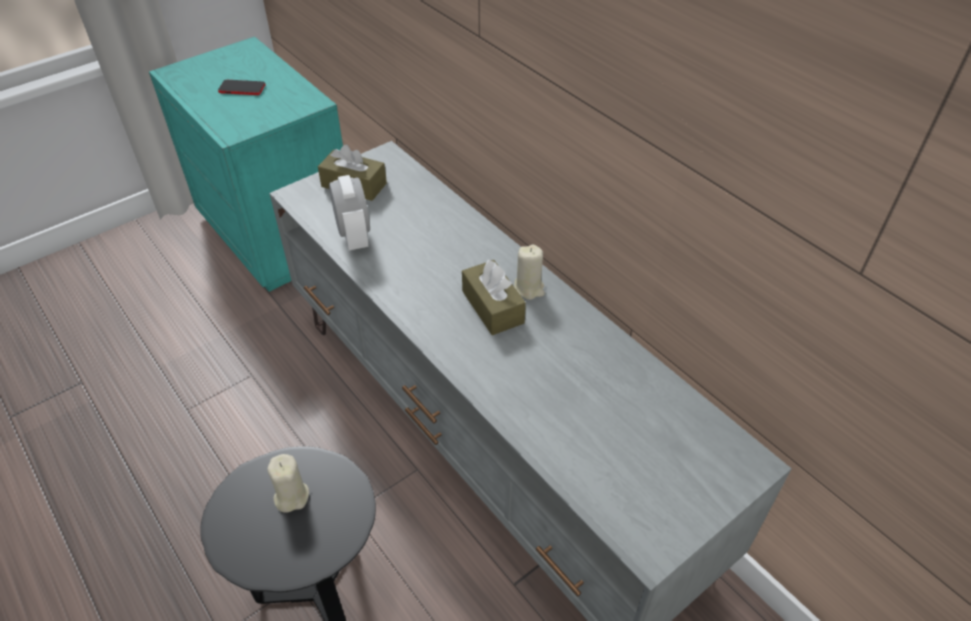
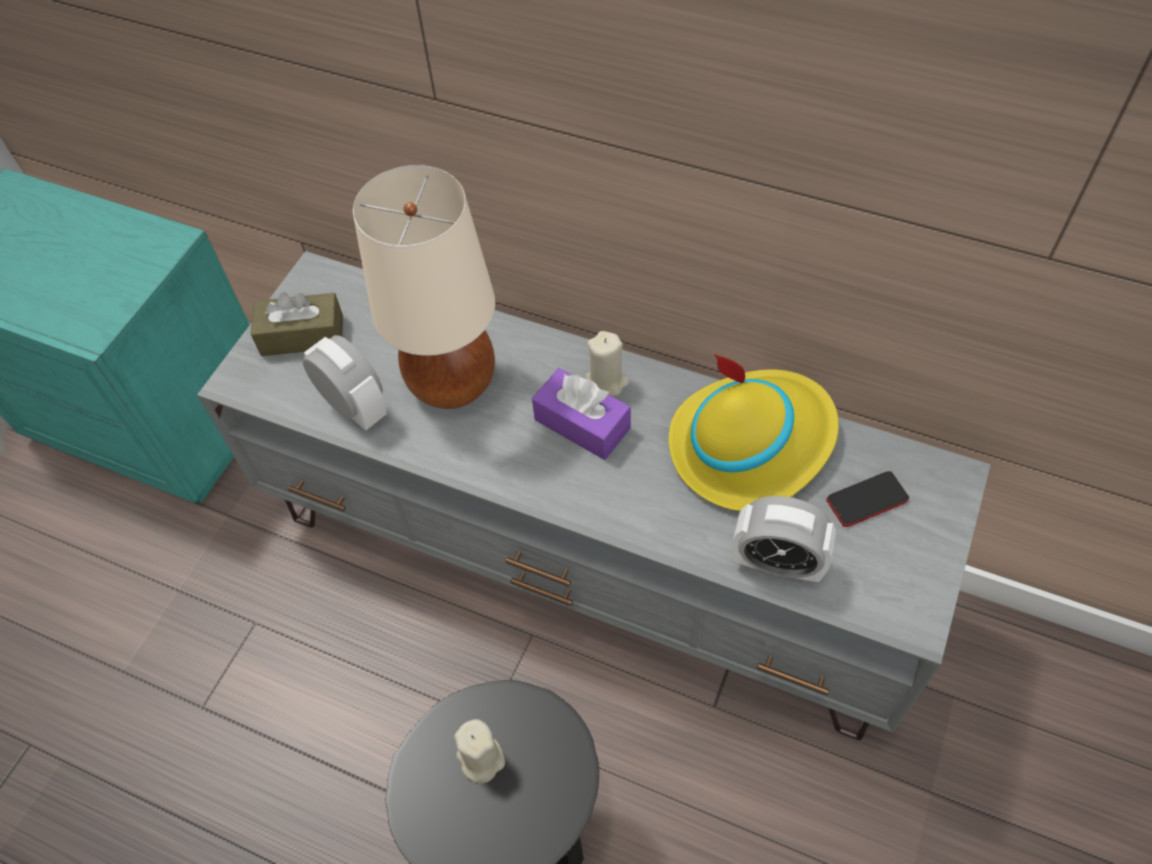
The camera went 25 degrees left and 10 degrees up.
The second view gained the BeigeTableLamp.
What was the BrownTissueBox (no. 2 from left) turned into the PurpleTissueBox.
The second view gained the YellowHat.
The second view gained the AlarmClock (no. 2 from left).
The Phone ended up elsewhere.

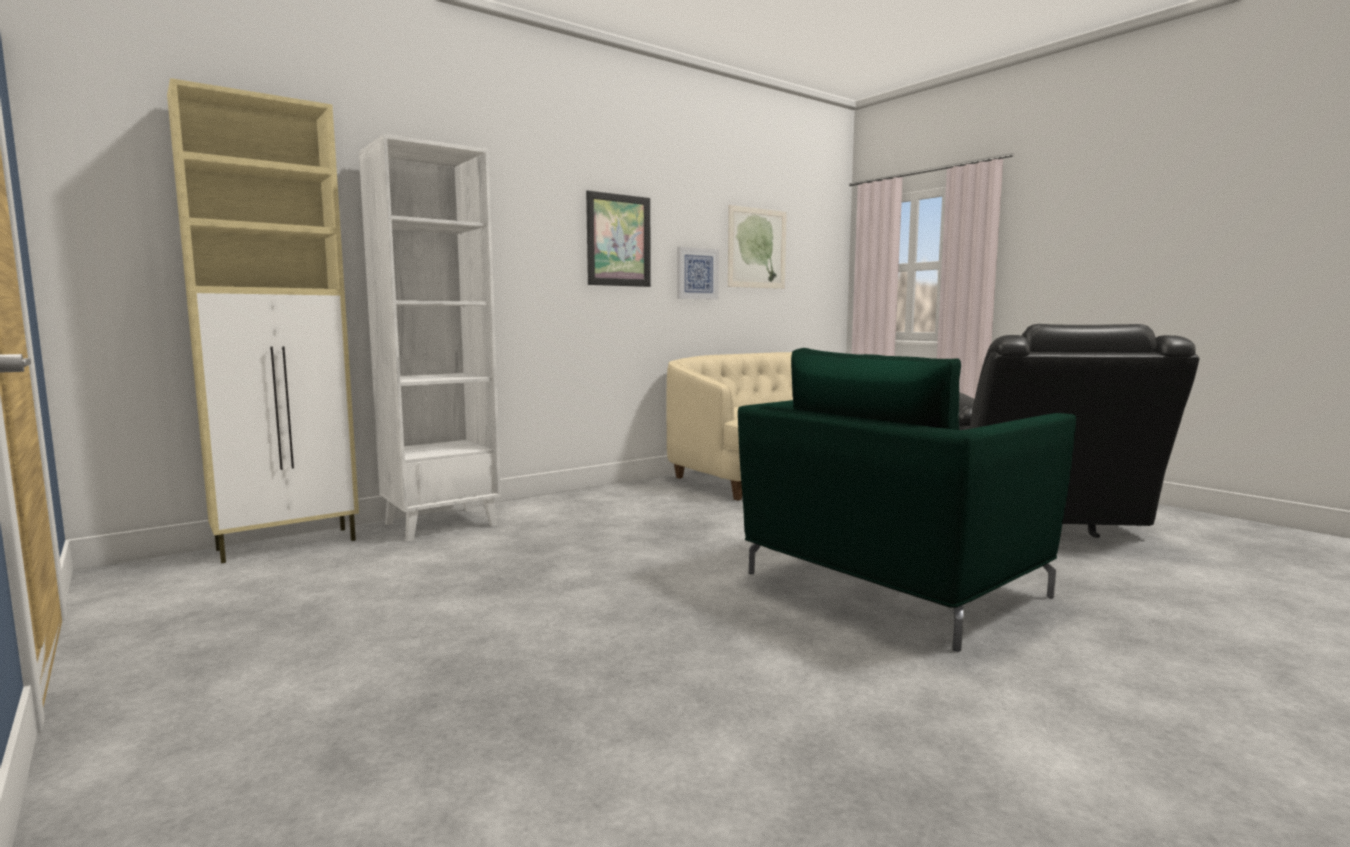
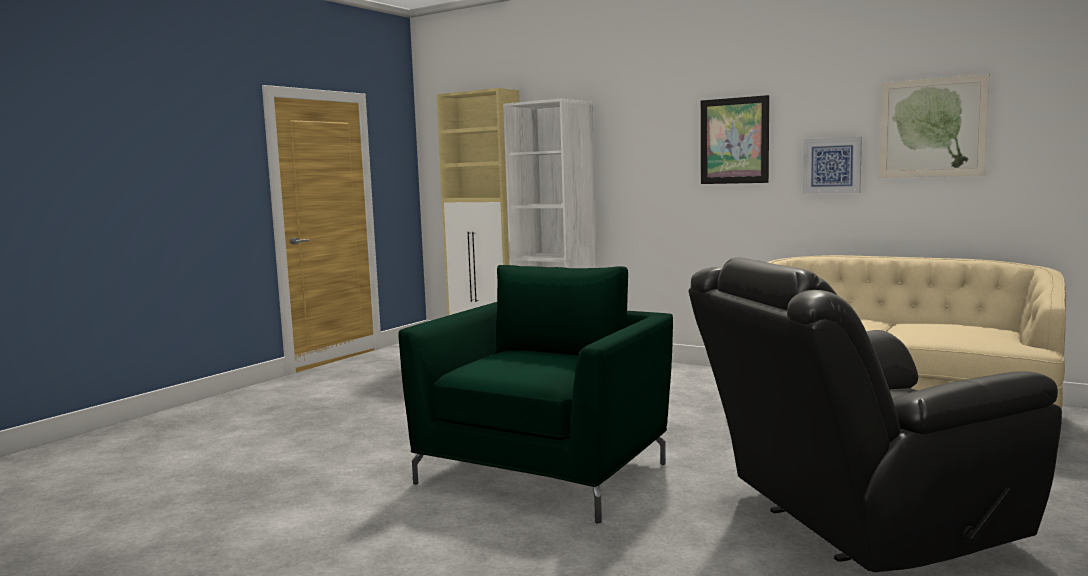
The camera went 70 degrees right and 0 degrees up.
The GreenArmchair ended up facing another way, 90 degrees clockwise from before.

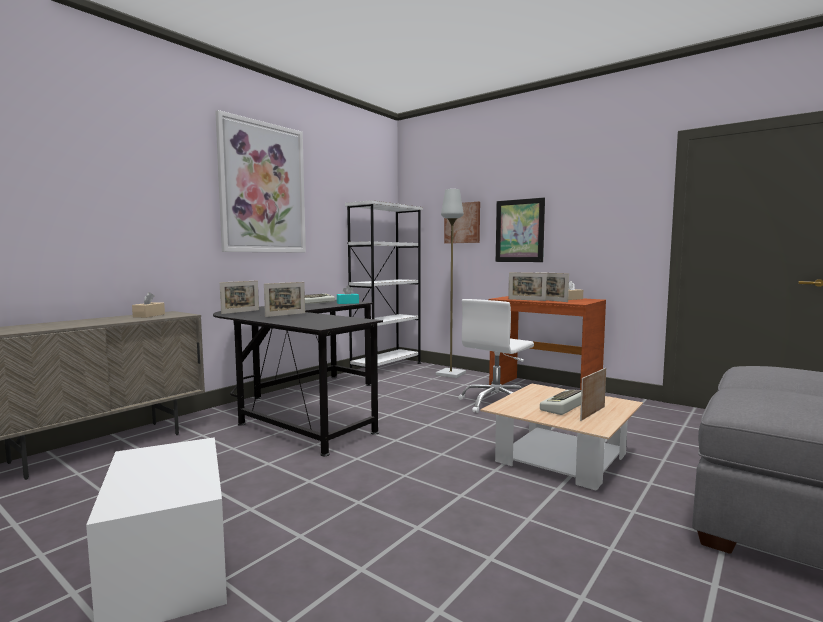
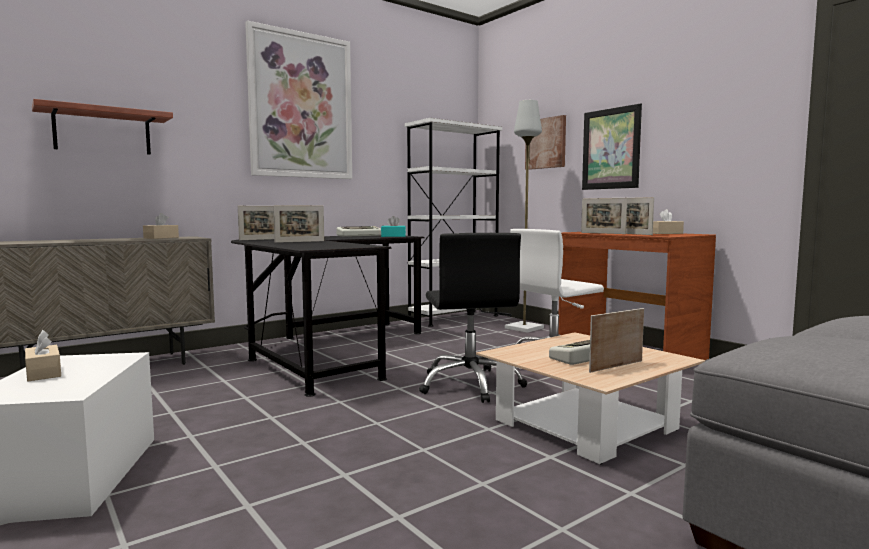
The camera went 15 degrees right and 0 degrees up.
The second view gained the BeigeTissueBox (no. 1 from left).
The second view gained the Shelf.
The second view gained the BlackOfficeChair.

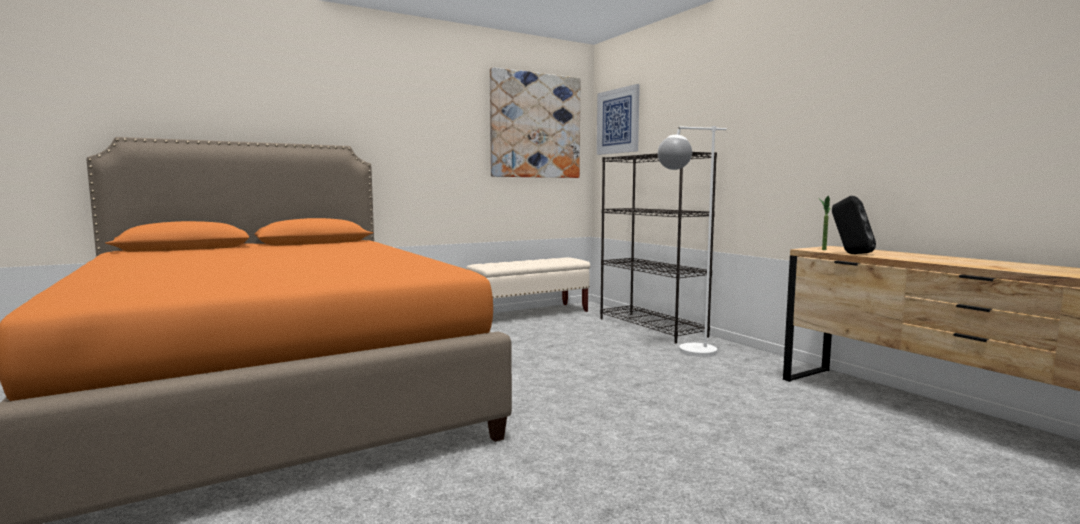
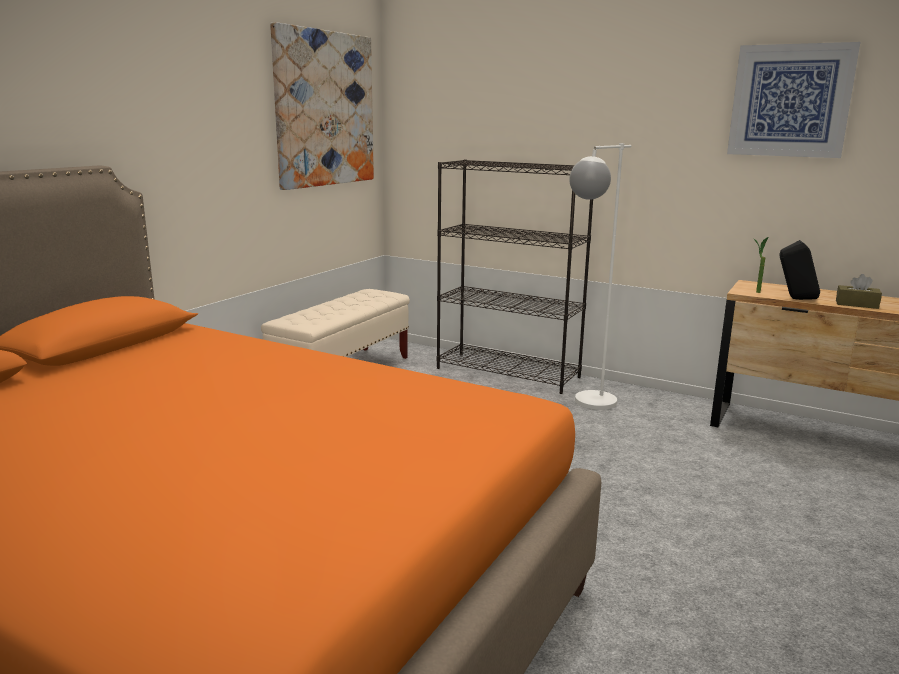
The camera went 30 degrees left and 10 degrees up.
The Picture (no. 2 from left) ended up elsewhere.
The second view gained the BrownTissueBox.

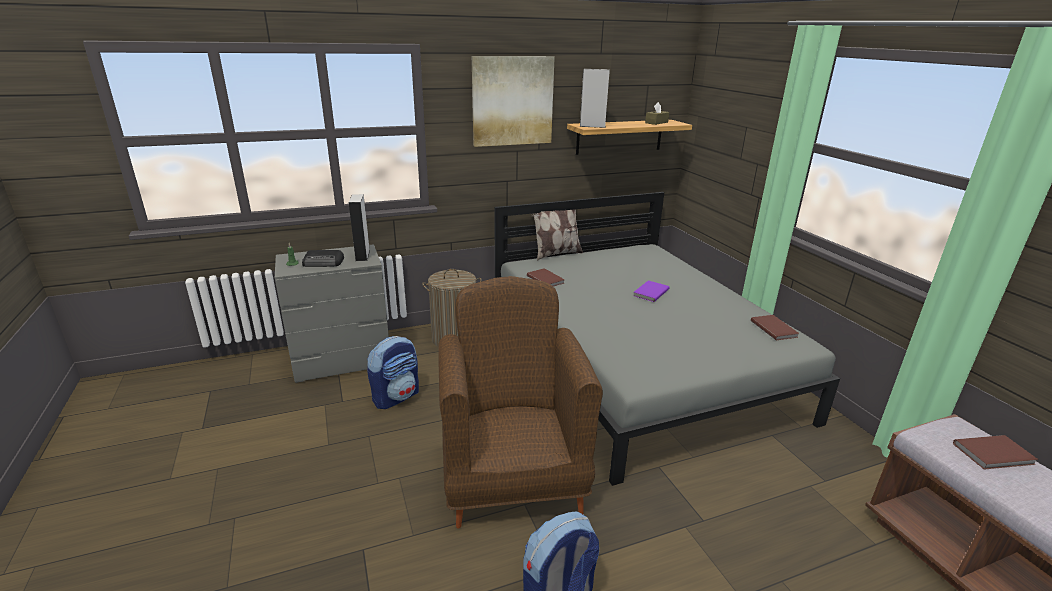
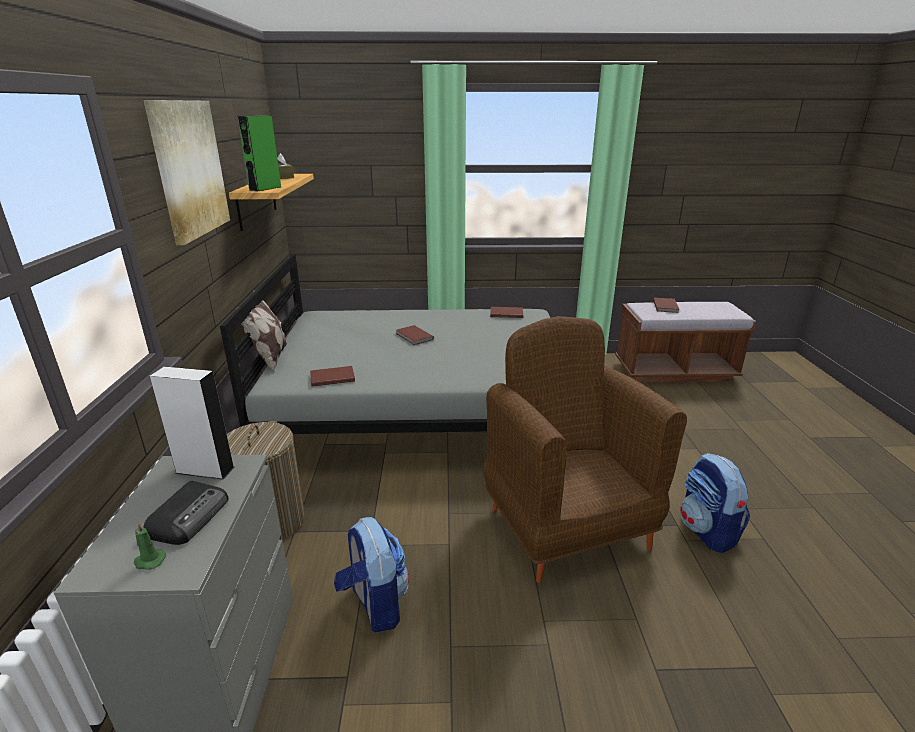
The camera went 70 degrees left and 0 degrees up.
What was the GreySpeaker (no. 2 from left) turned into the GreenSpeaker.
What was the PurpleBook turned into the BrownBook (no. 2 from left).
The BrownArmchair ended up facing another way, 60 degrees clockwise from before.

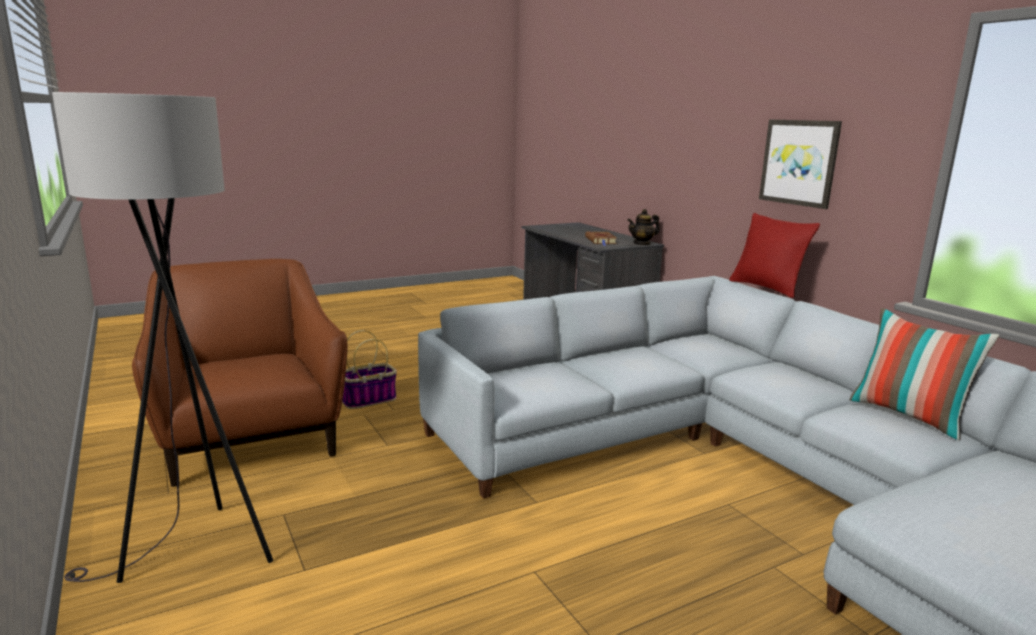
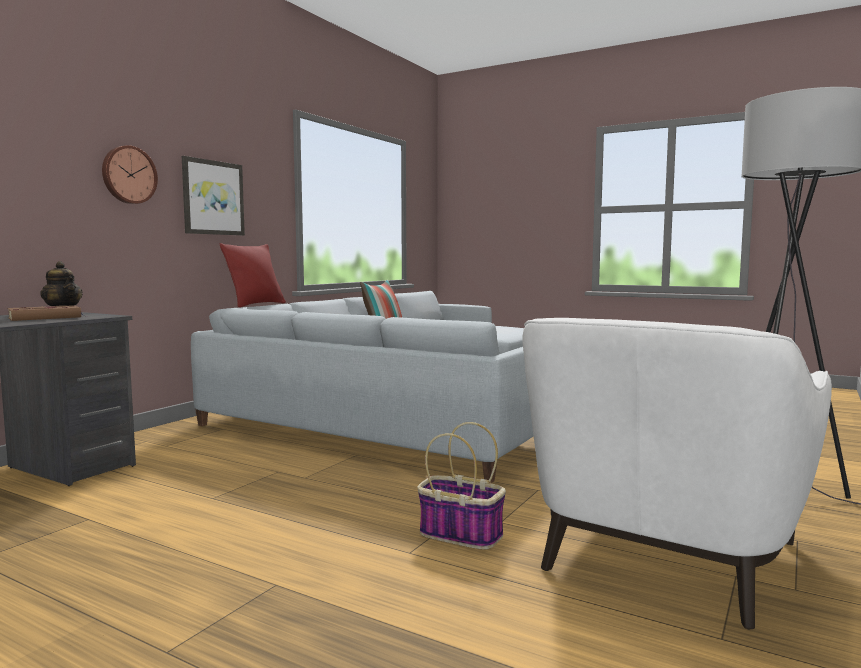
The camera went 120 degrees left and 10 degrees down.
The second view gained the WallClock.
What was the BrownArmchair turned into the WhiteArmchair.

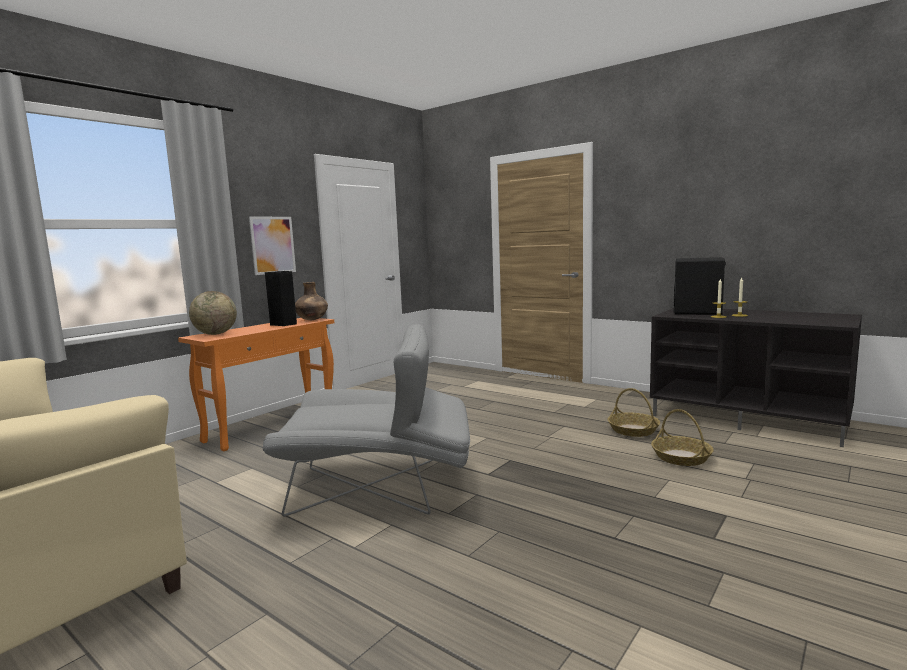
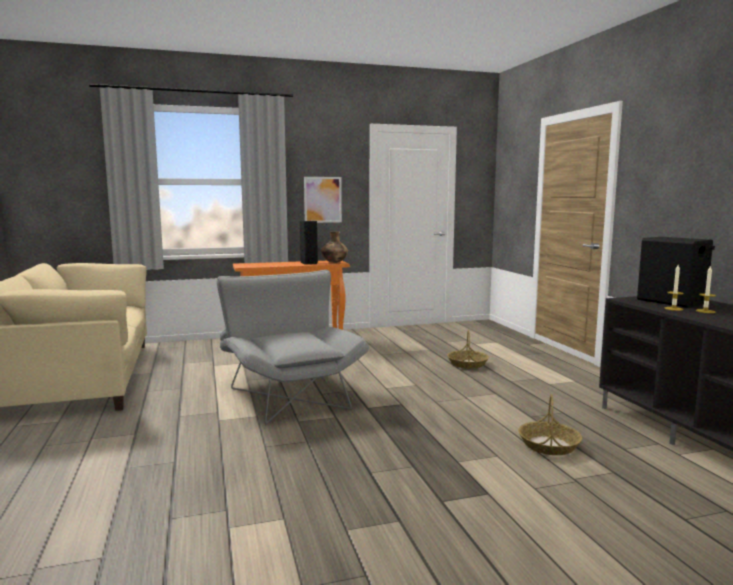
The camera went 35 degrees right and 0 degrees up.
The GreyArmchair ended up facing another way, 150 degrees counterclockwise from before.
The Basket (no. 1 from left) ended up elsewhere.
The second view lost the Globe.

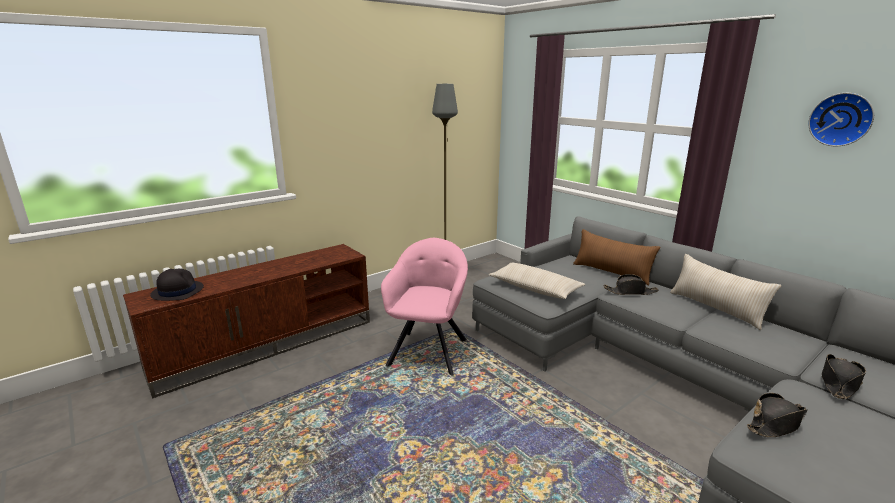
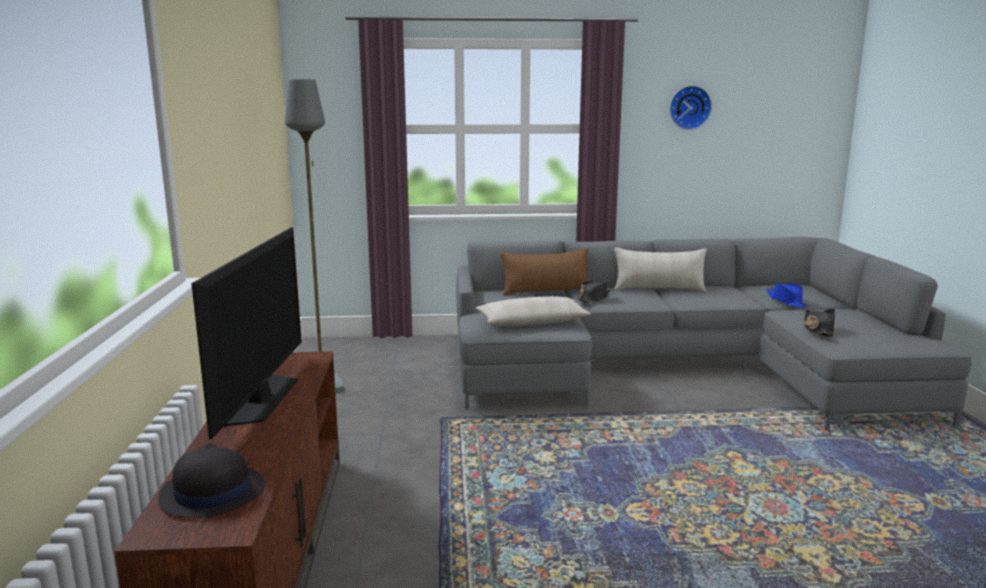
The camera went 55 degrees left and 5 degrees down.
The second view gained the Television.
What was the BlackHat (no. 4 from left) turned into the BlueHat.
The second view lost the PinkArmchair.

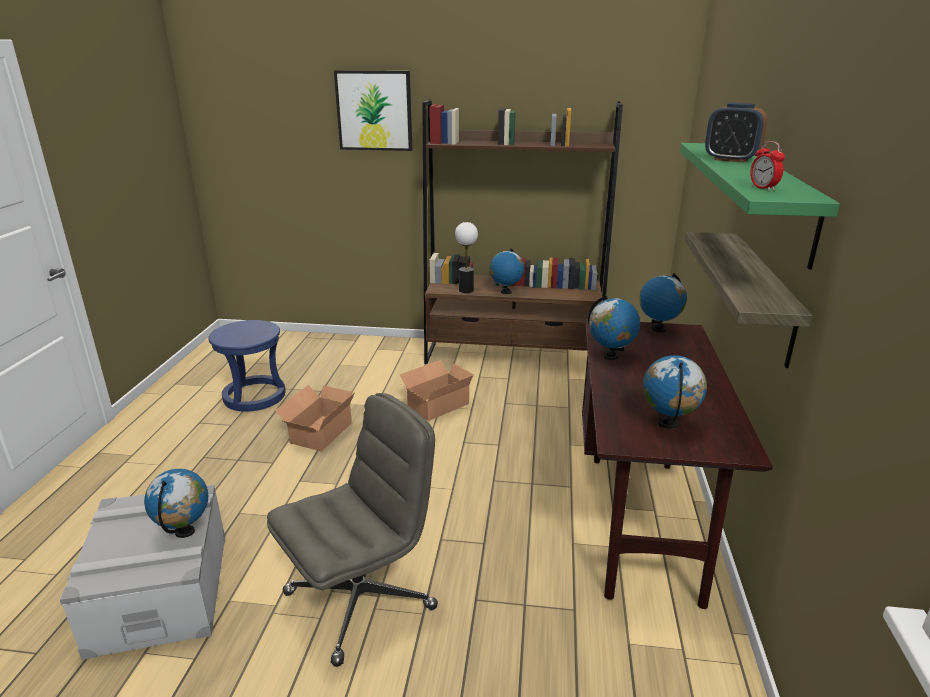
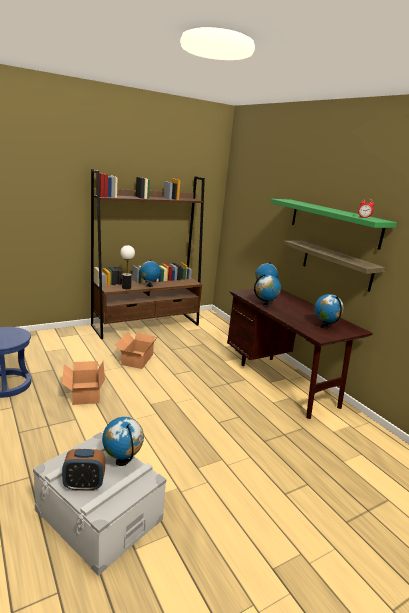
The camera went 40 degrees left and 5 degrees down.
The AlarmClock (no. 1 from left) ended up elsewhere.
The second view lost the GreyOfficeChair.
The second view lost the Picture.

